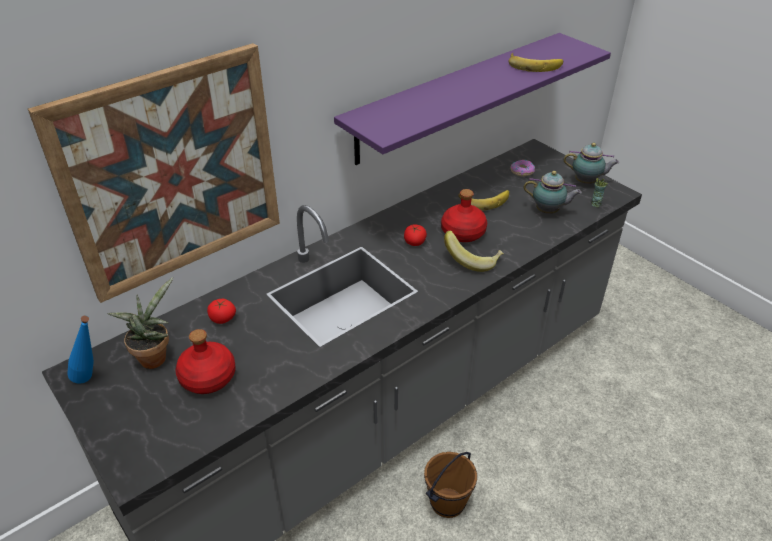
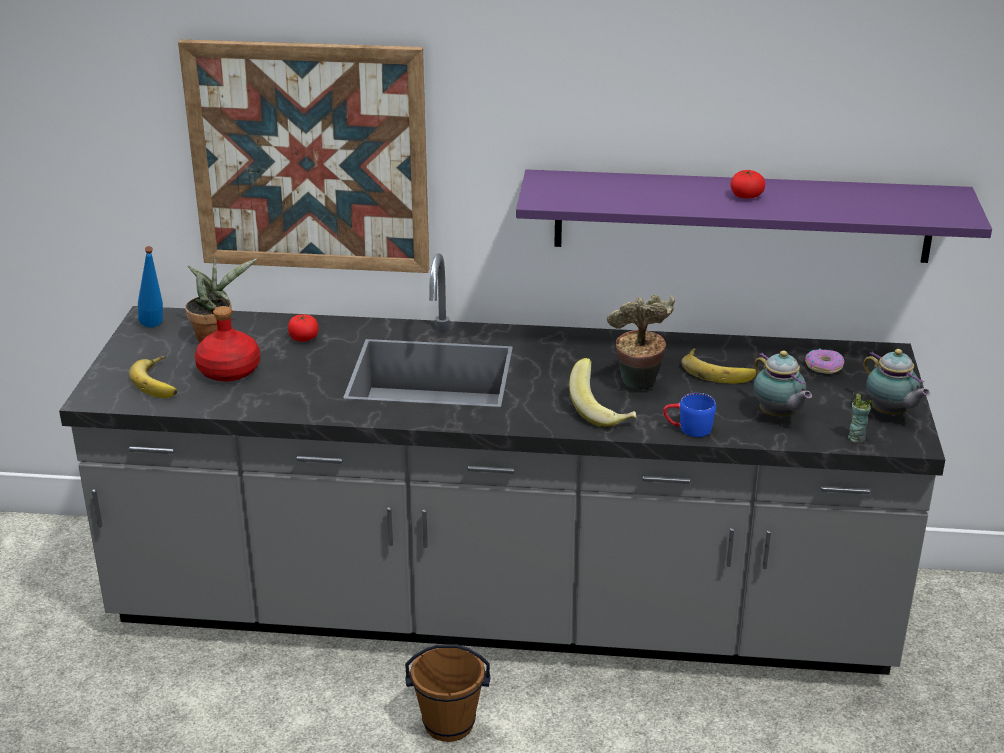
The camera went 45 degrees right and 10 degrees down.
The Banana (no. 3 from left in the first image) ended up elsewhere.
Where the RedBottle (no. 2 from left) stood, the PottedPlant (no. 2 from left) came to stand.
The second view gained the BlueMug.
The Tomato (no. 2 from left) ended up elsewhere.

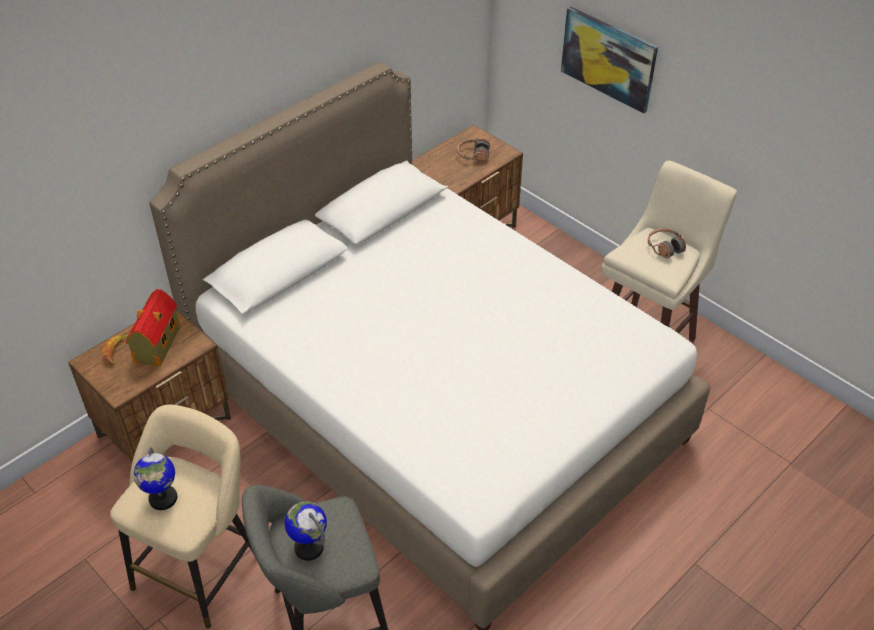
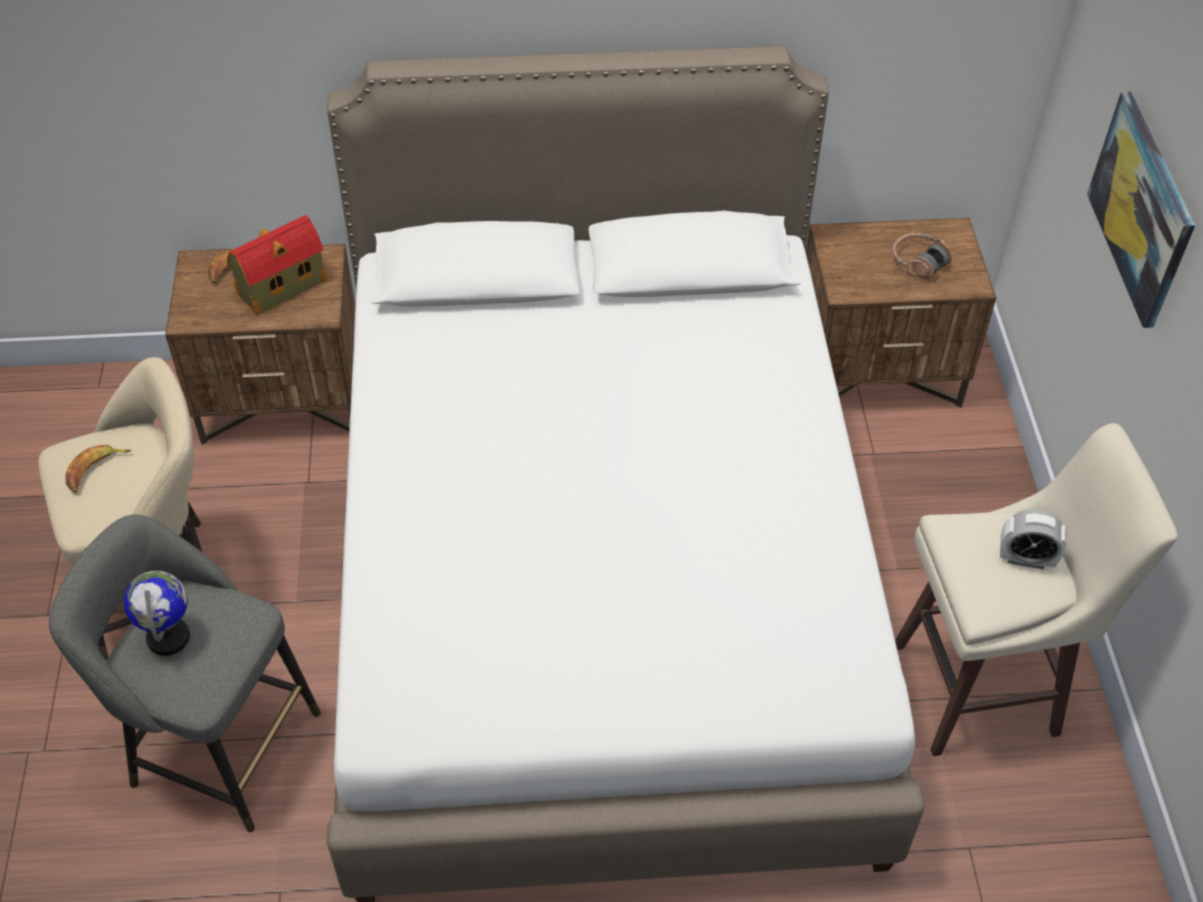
The camera went 40 degrees right and 5 degrees up.
Where the Globe (no. 1 from left) stood, the Banana (no. 1 from left) came to stand.
Where the Headphones (no. 2 from left) stood, the AlarmClock came to stand.

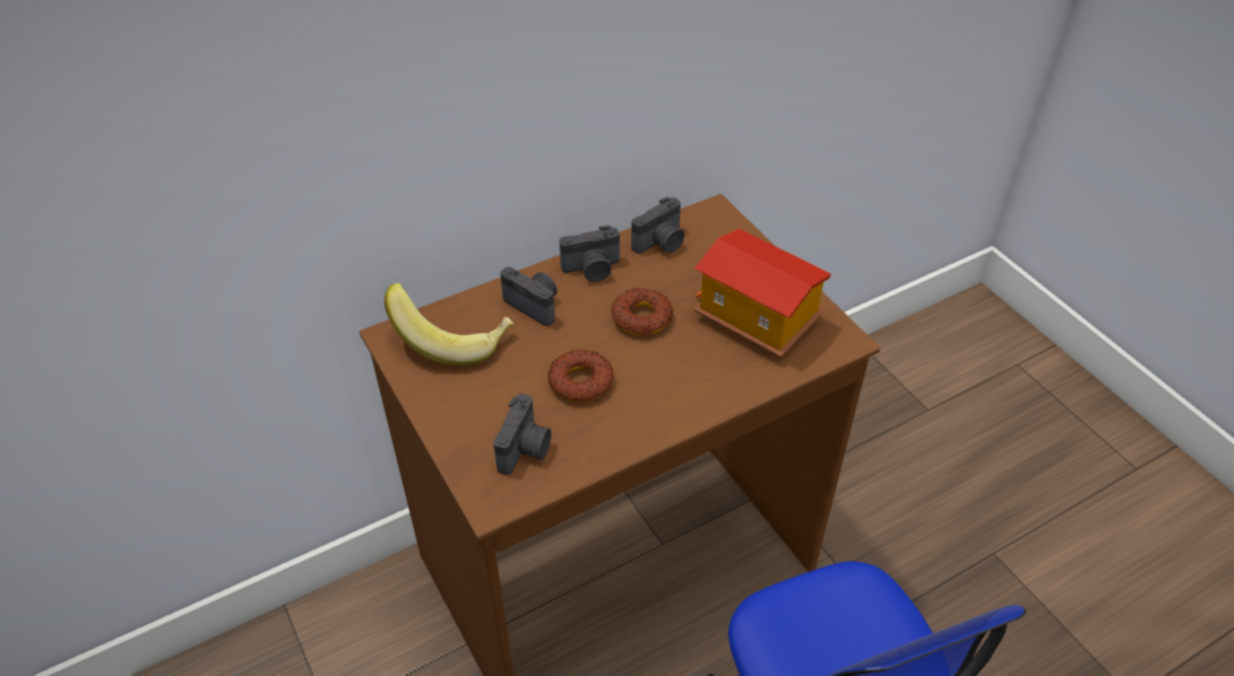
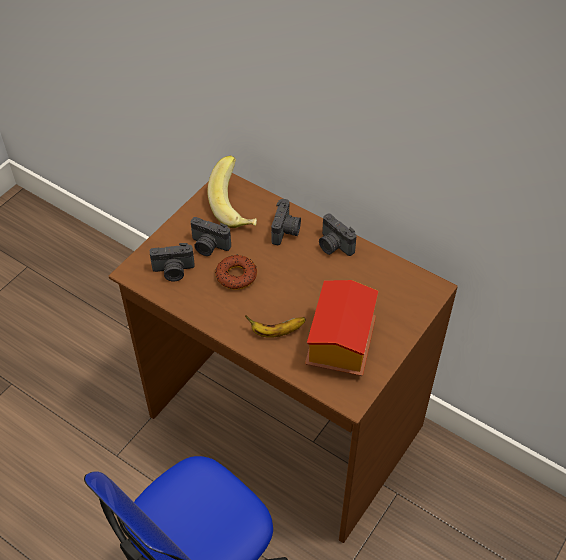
The camera went 65 degrees right and 5 degrees up.
The PhotoCamera (no. 4 from left in the first image) ended up elsewhere.
The second view gained the Banana (no. 2 from left).
The second view lost the Donut (no. 2 from left).

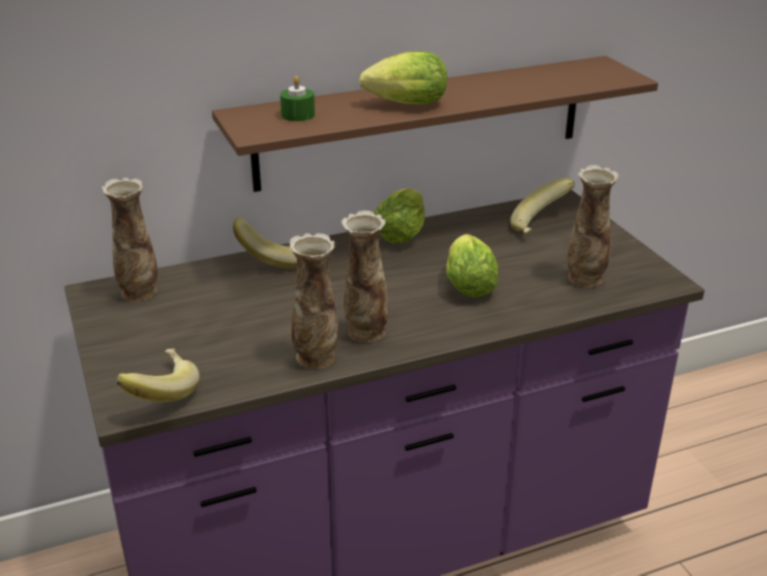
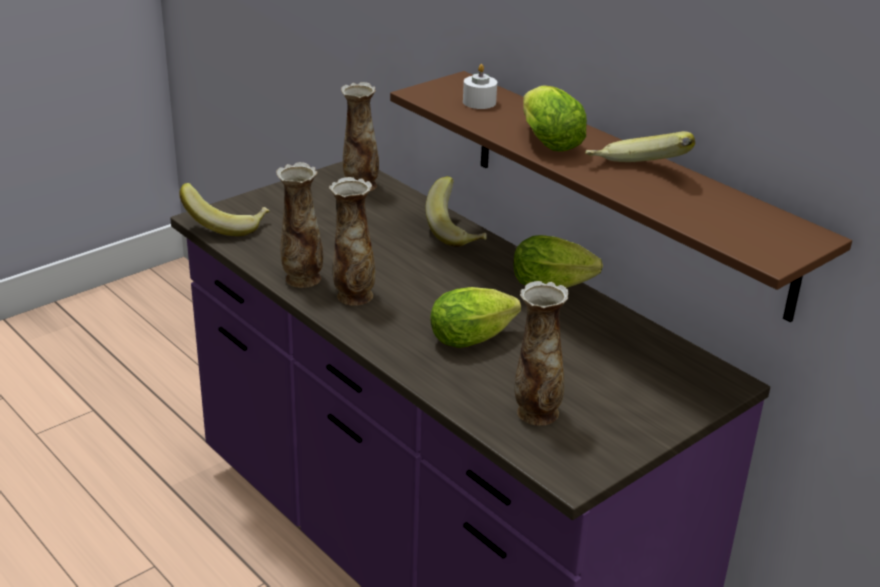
The camera went 70 degrees right and 0 degrees up.
What was the GreenCandle turned into the WhiteCandle.
The Banana (no. 3 from left) ended up elsewhere.

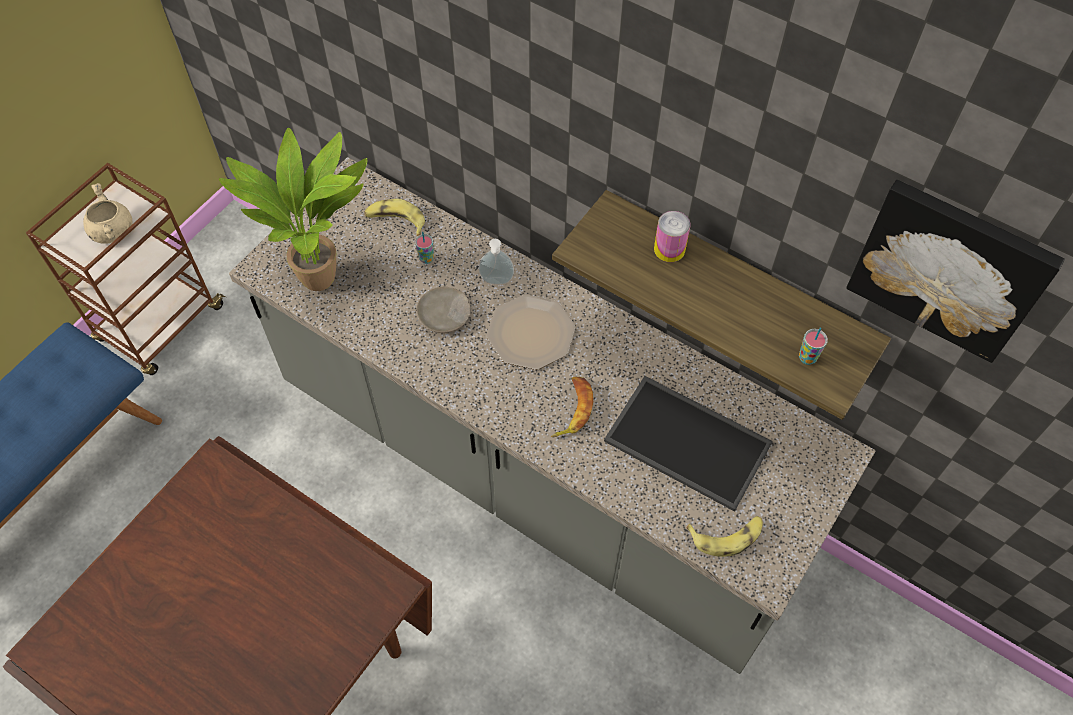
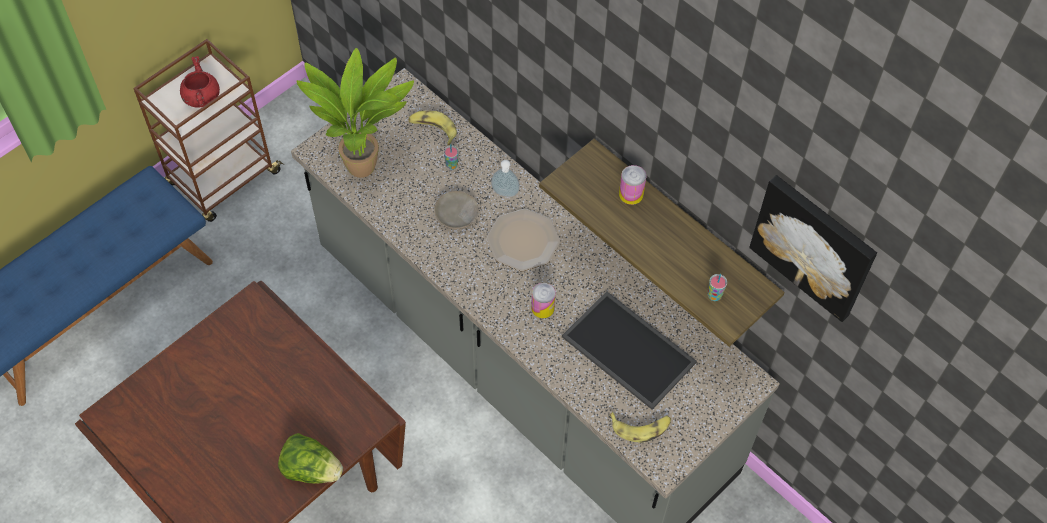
The camera went 10 degrees right and 0 degrees up.
What was the BeigeCookingPot turned into the RedCookingPot.
The second view gained the Lettuce.
Where the Banana (no. 2 from left) stood, the Can (no. 1 from left) came to stand.

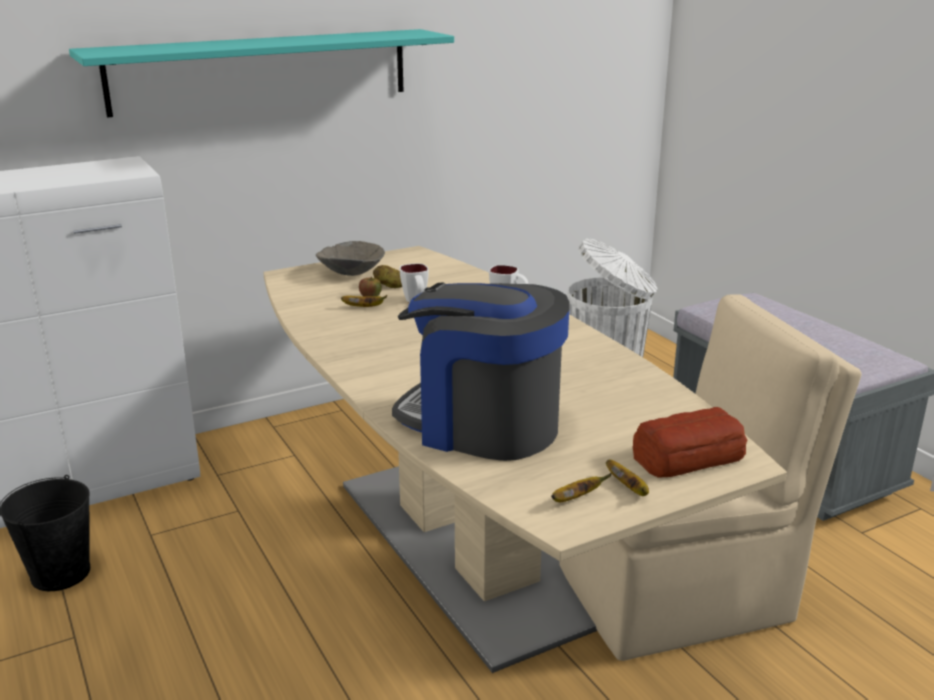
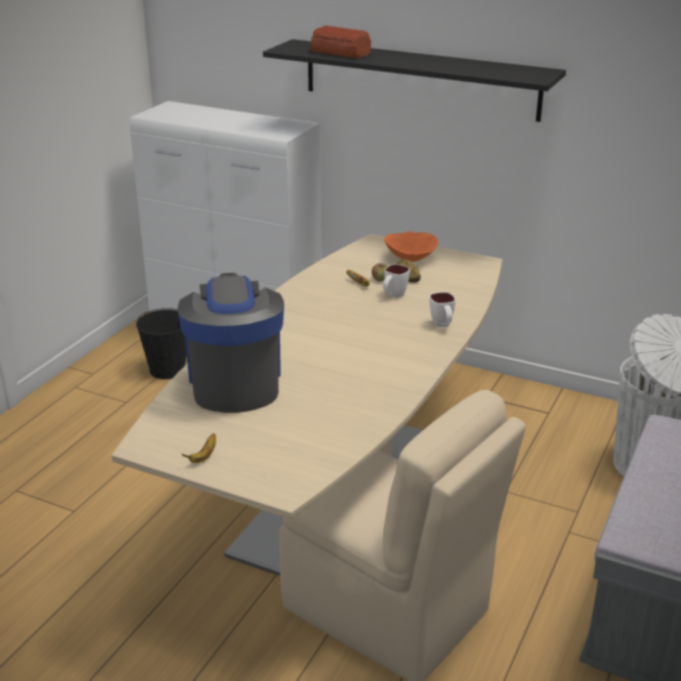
The camera went 55 degrees right and 5 degrees up.
What was the TurquoiseShelf turned into the BlackShelf.
The Bread ended up elsewhere.
What was the GreyBowl turned into the OrangeBowl.
The second view lost the Banana (no. 2 from left).

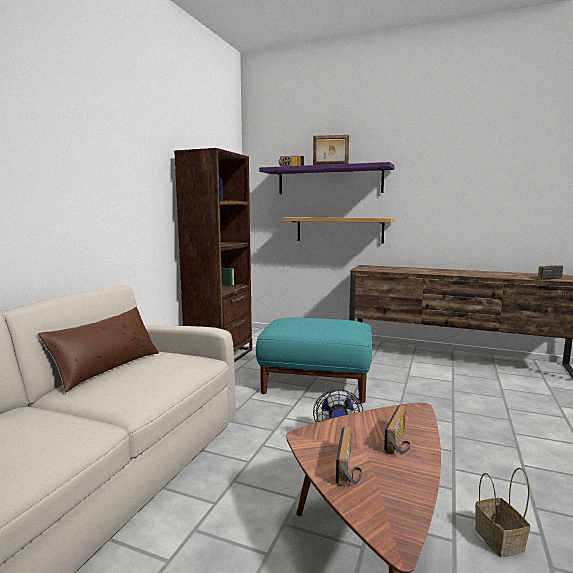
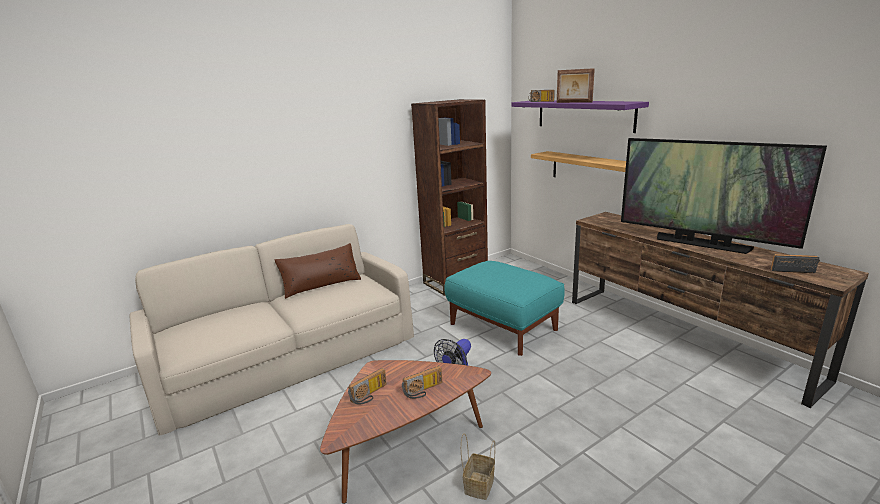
The camera went 35 degrees right and 10 degrees up.
The second view gained the Television.

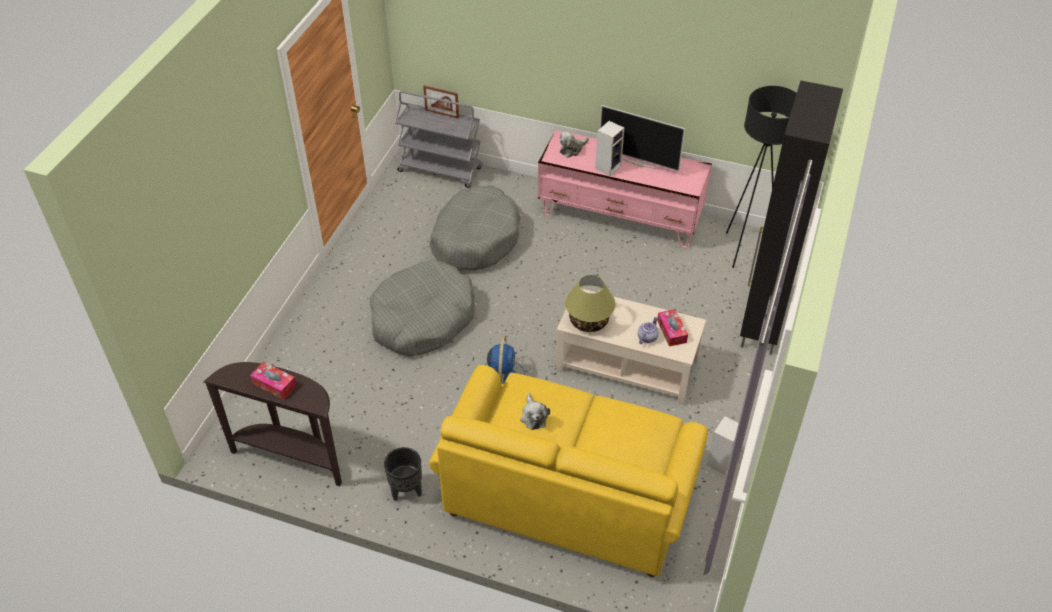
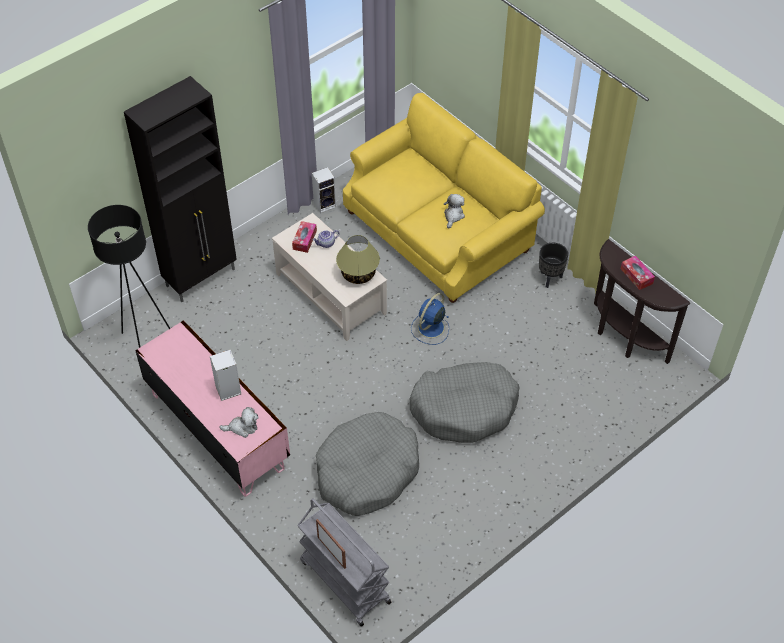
The camera went 150 degrees left and 5 degrees up.
The second view lost the Television.

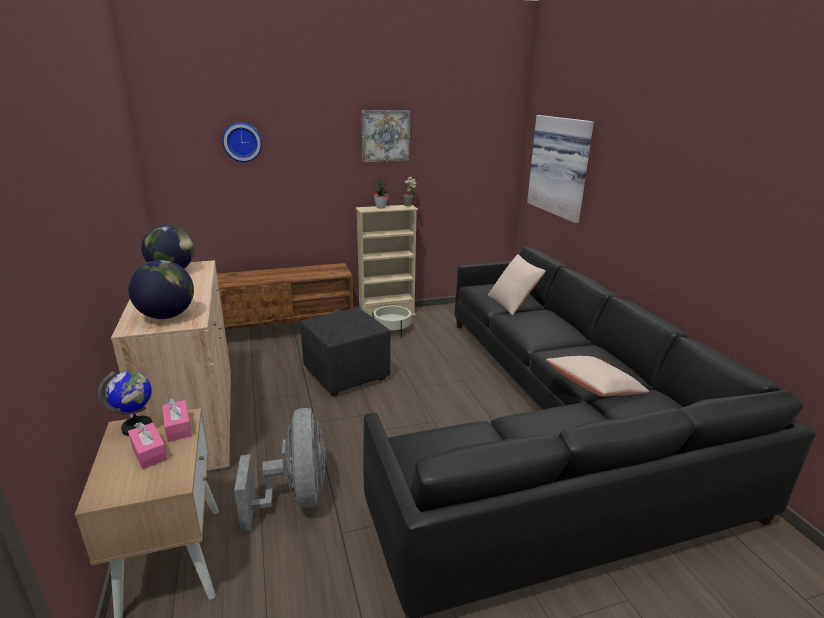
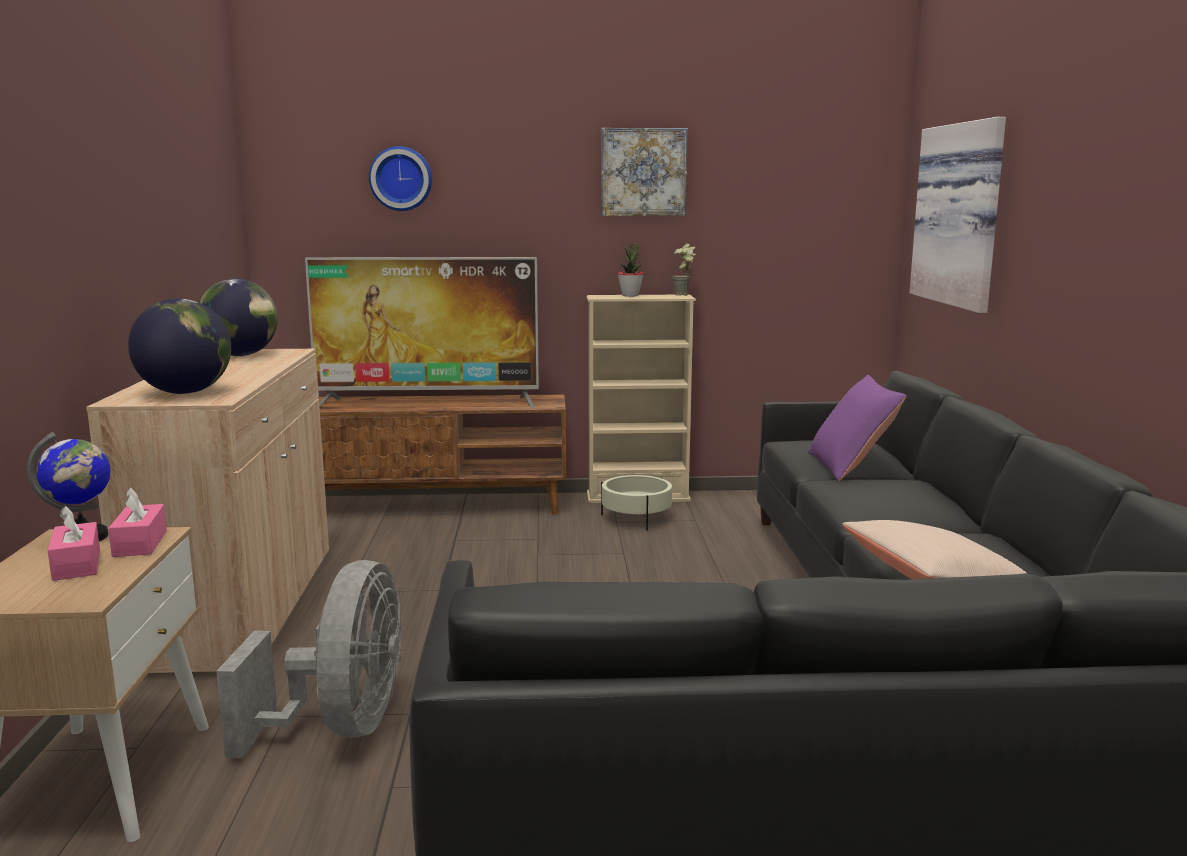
The camera went 15 degrees right and 10 degrees down.
The second view gained the Television.
What was the BeigePillow (no. 1 from left) turned into the PurplePillow.
The second view lost the BlackOttoman.

